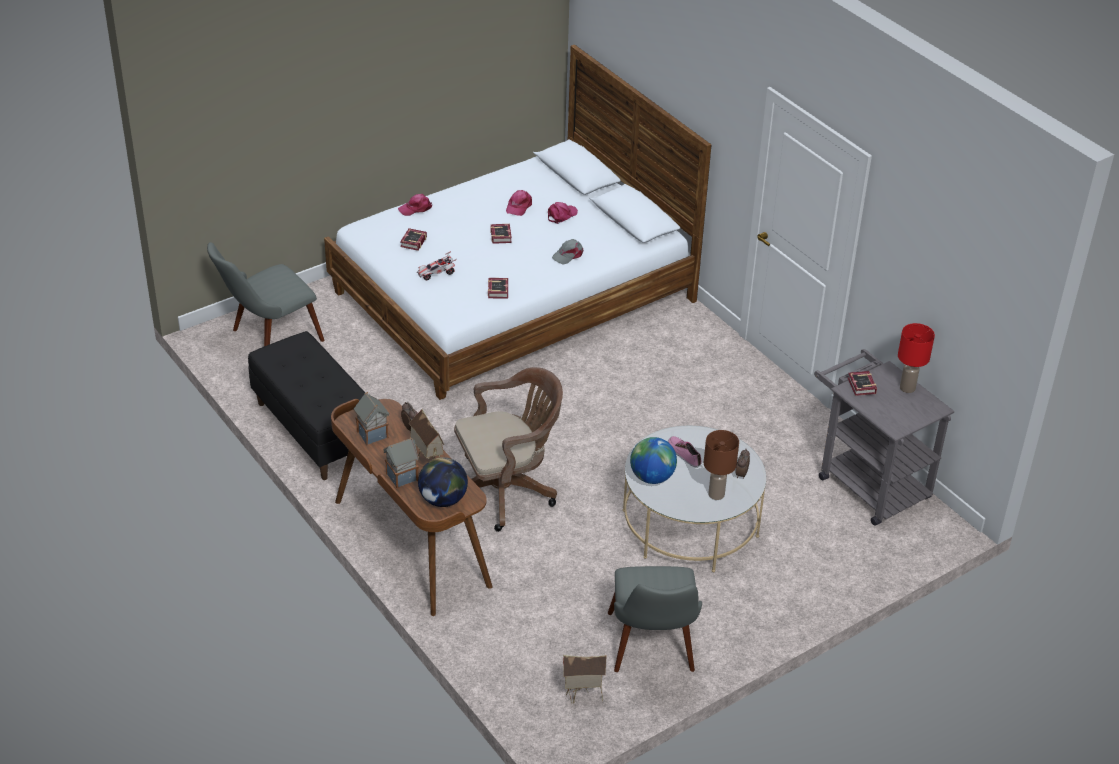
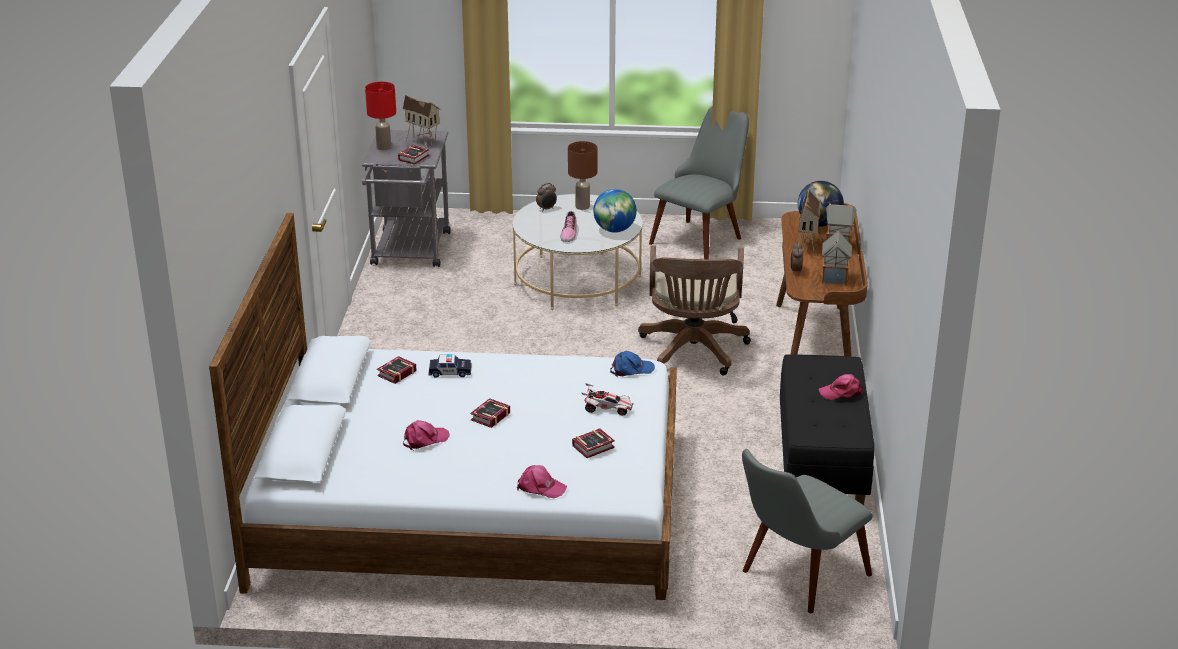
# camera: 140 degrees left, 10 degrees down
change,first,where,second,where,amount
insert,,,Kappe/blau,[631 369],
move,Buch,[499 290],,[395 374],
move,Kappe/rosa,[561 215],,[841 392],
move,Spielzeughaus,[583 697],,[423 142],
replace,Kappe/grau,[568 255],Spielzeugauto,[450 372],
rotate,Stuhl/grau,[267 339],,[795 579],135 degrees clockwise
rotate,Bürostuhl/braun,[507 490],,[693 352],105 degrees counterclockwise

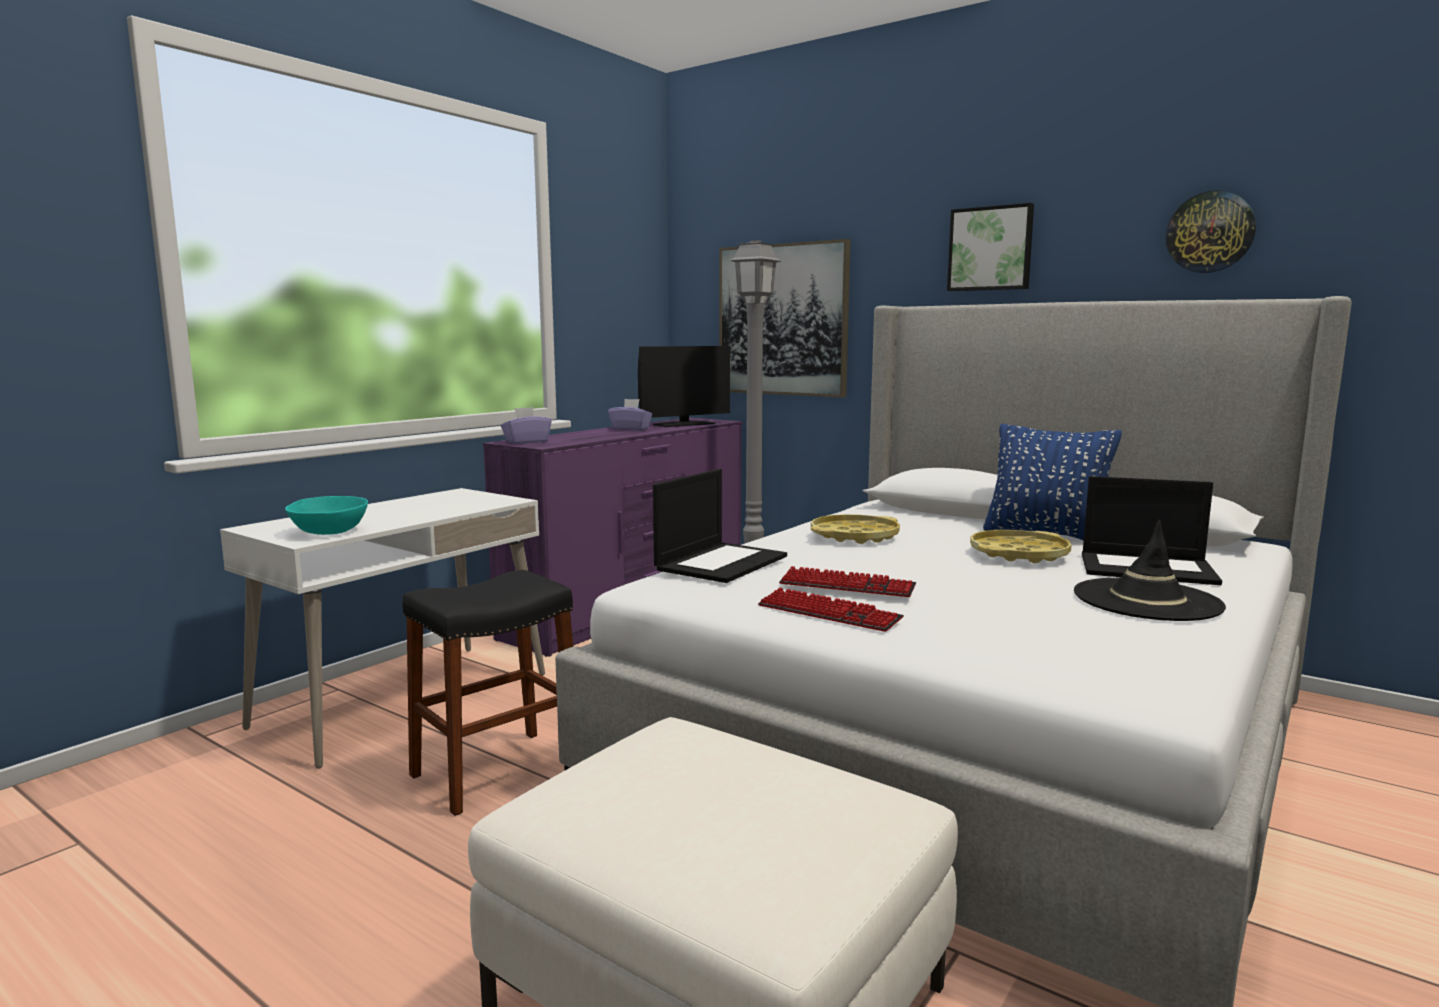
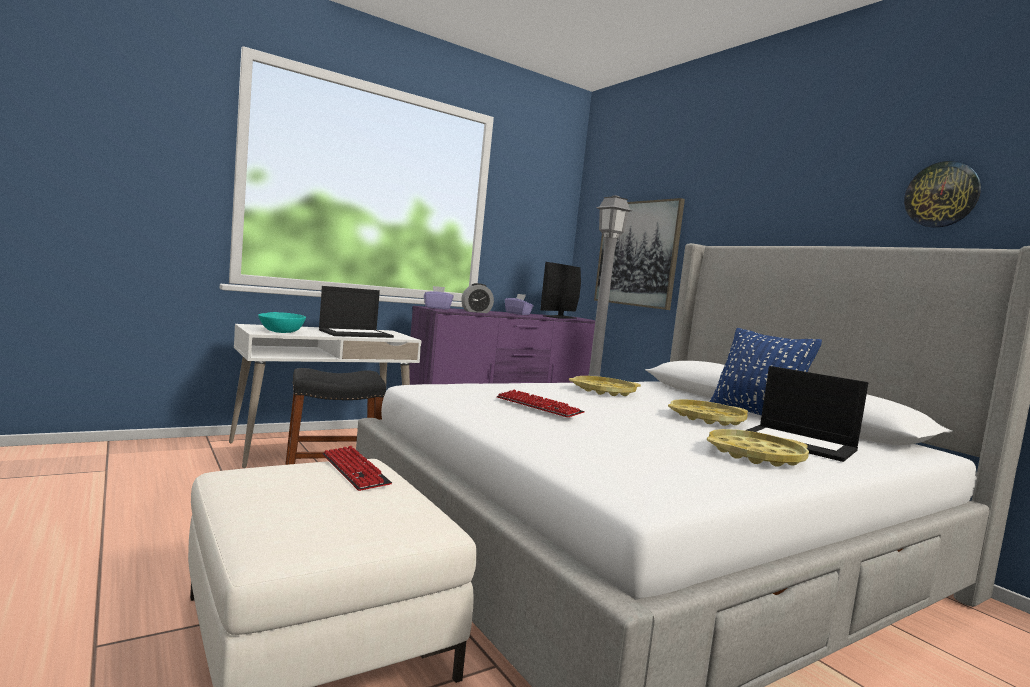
# camera: 20 degrees right, 5 degrees down
change,first,where,second,where,amount
delete,Bild,[990 249],,,
insert,,,Wecker,[476 312],
move,Laptop,[721 562],,[356 333],
move,Tastatur,[828 613],,[354 470],
replace,Hut/schwarz,[1146 600],Tablett/gelb,[755 455],
rotate,Monitor,[684 424],,[560 317],135 degrees clockwise

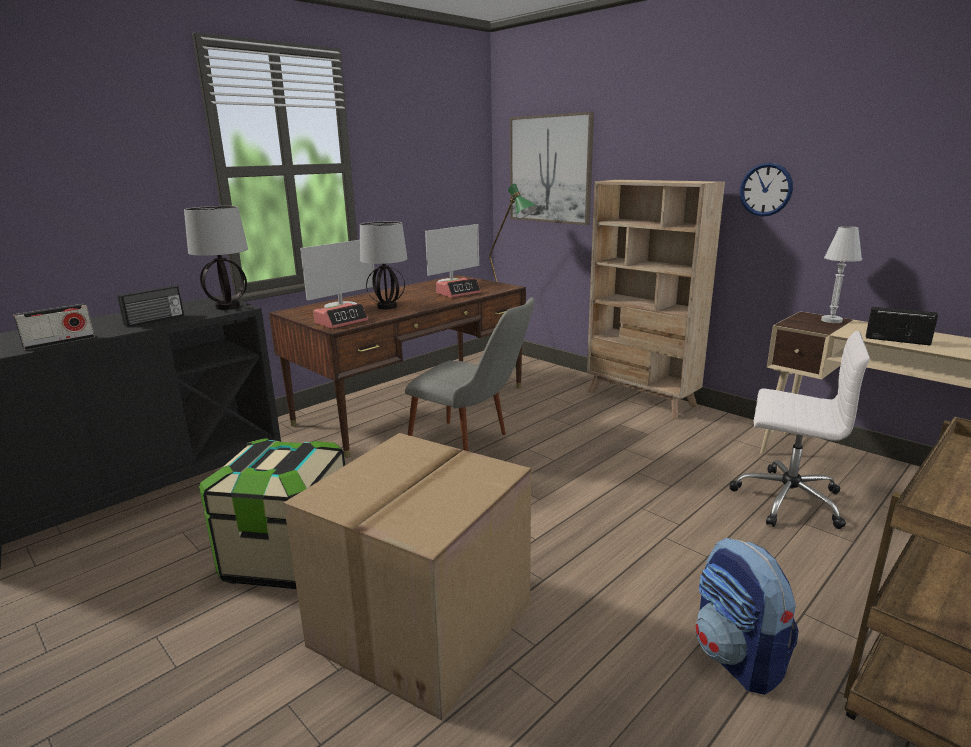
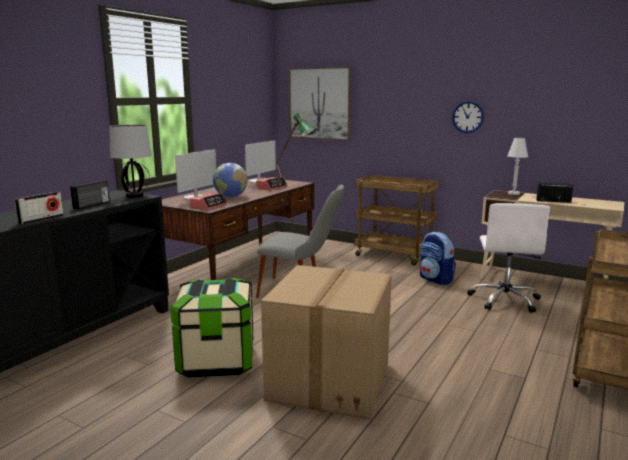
# camera: 15 degrees left, 5 degrees down
change,first,where,second,where,amount
move,Rucksack,[738 658],,[436 279],
replace,Tischlampe,[387 307],Globus,[231 197],
replace,Bücherregal/beige,[641 399],Rollwagen/braun,[394 255],
rotate,Bürostuhl/weiß,[786 499],,[505 300],90 degrees clockwise

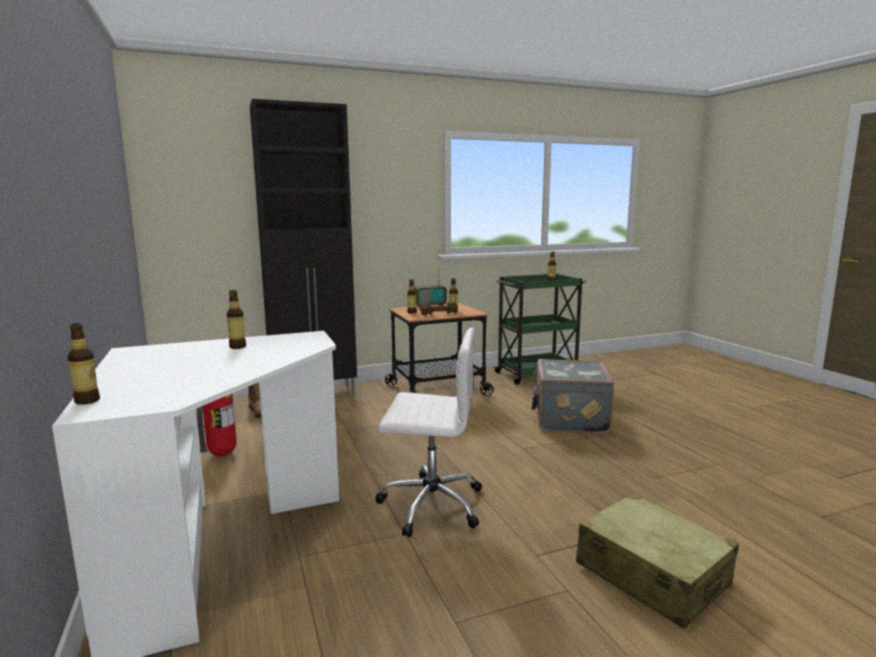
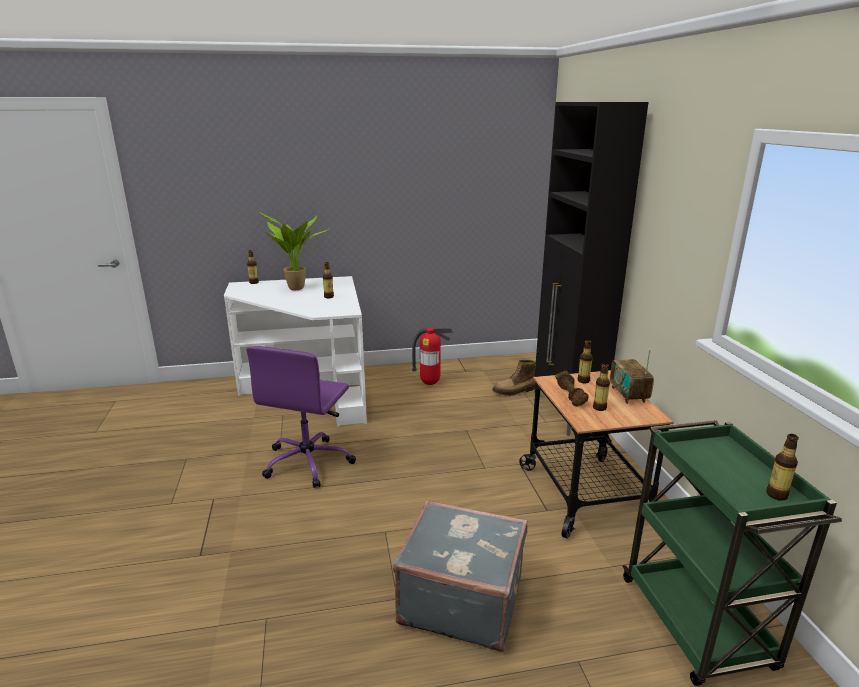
# camera: 100 degrees right, 10 degrees up
change,first,where,second,where,amount
delete,Koffer/beige,[652 575],,,
insert,,,Topfpflanze,[296 289],
recolor,Bürostuhl/weiß,[430 504],Bürostuhl/lila,[309 462],

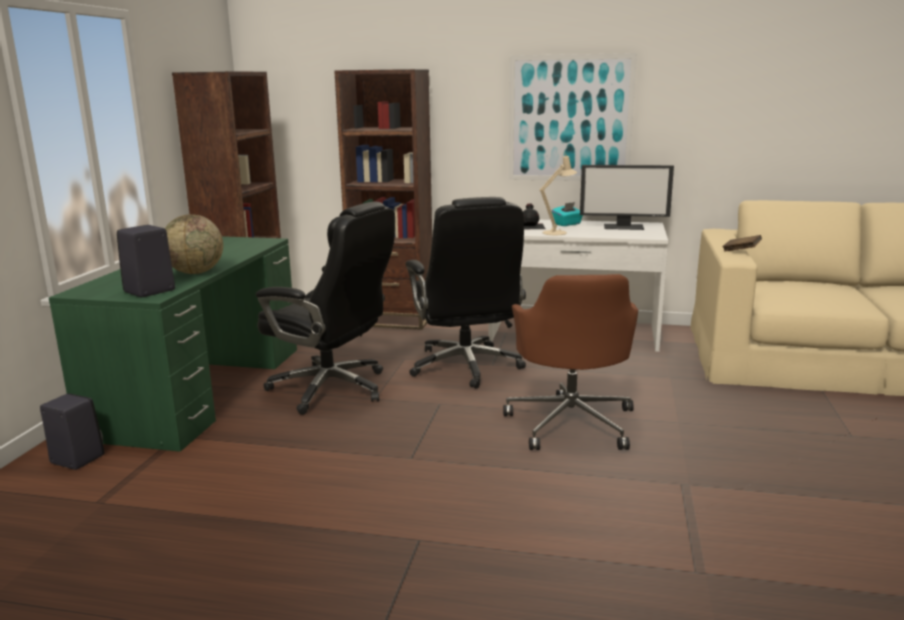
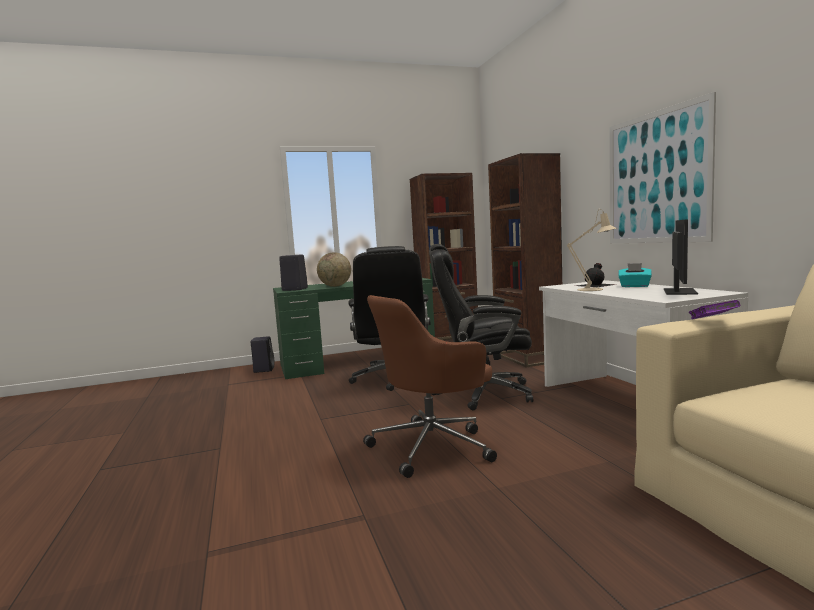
# camera: 60 degrees right, 10 degrees down
change,first,where,second,where,amount
recolor,Buch/braun,[741 251],Buch/lila,[712 322],
rotate,Bürostuhl/schwarz,[466 367],,[483 393],45 degrees clockwise
rotate,Monitor,[624 227],,[678 291],135 degrees counterclockwise

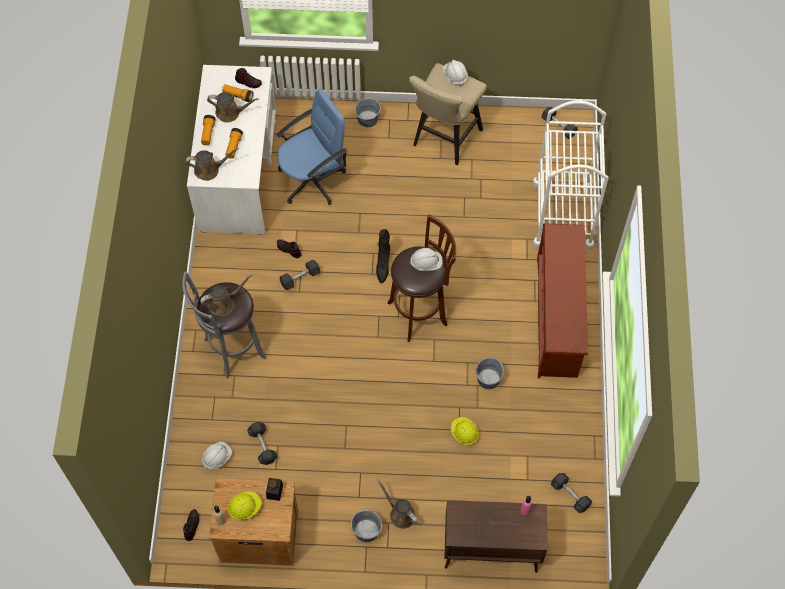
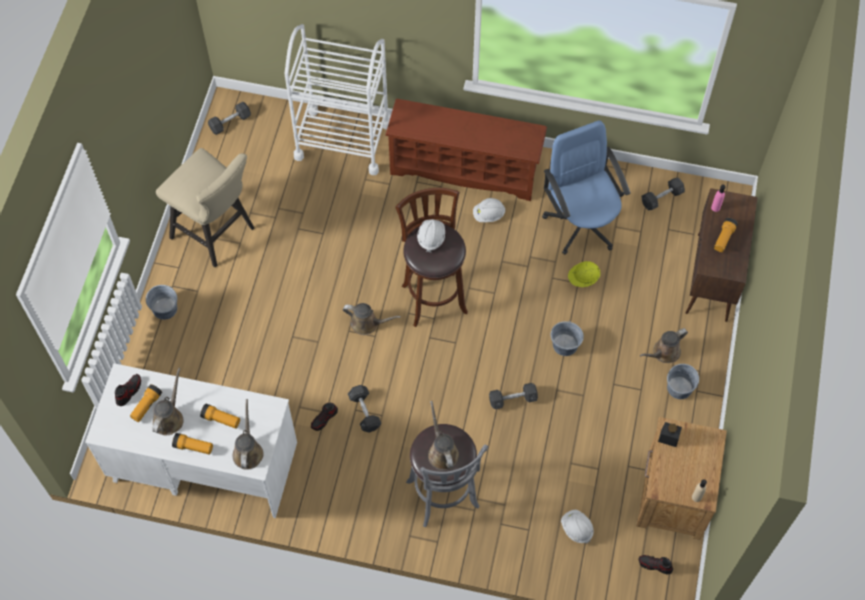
# camera: 80 degrees left, 0 degrees up
change,first,where,second,where,amount
delete,Schutzhelm/gelb,[245 508],,,
insert,,,Taschenlampe,[723 238],
move,Hantel/grau,[262 446],,[513 399],
move,Bürostuhl/blau,[313 179],,[582 222],
move,Schutzhelm/weiß,[455 76],,[488 215],
move,Eimer/grau,[488 379],,[565 345],
replace,Stiefel/schwarz,[383 265],Gießkanne/braun,[367 323],

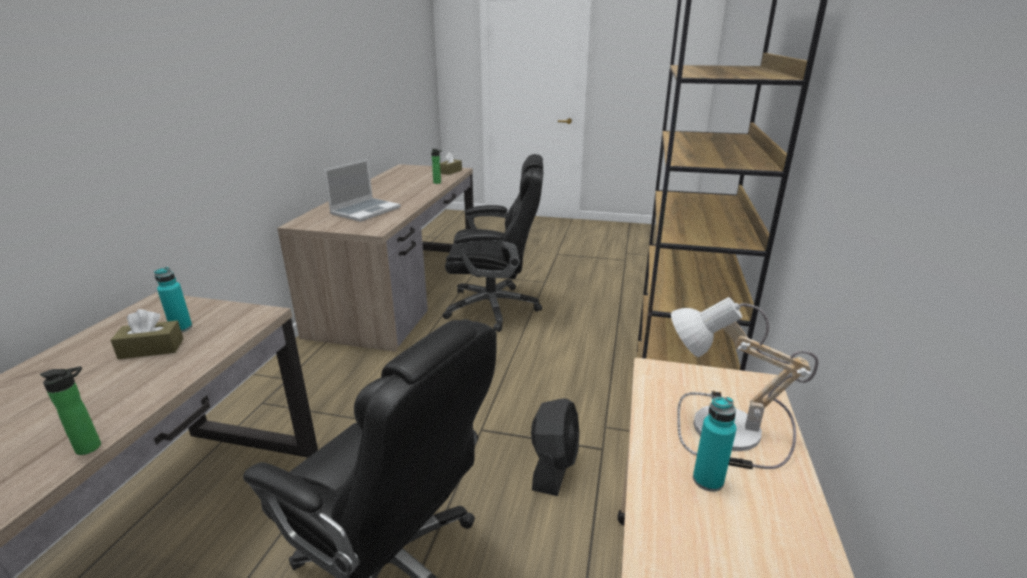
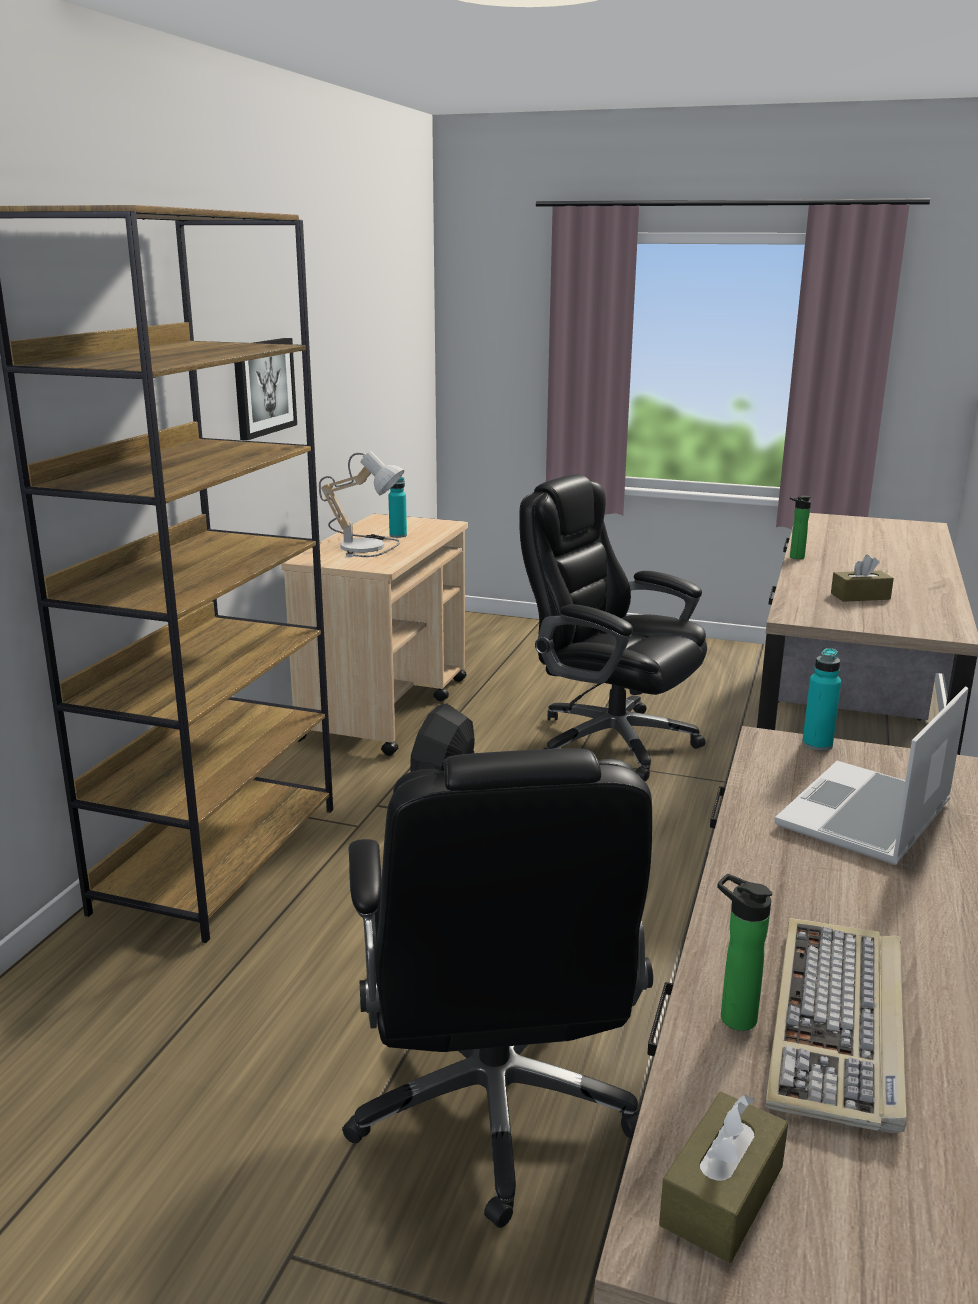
# camera: 175 degrees left, 5 degrees down
change,first,where,second,where,amount
insert,,,Bild,[263 387],
insert,,,Tastatur,[839 1026],
move,Flasche/türkis,[181 328],,[817 744],
rotate,Bürostuhl/schwarz,[494 307],,[494 1109],105 degrees counterclockwise

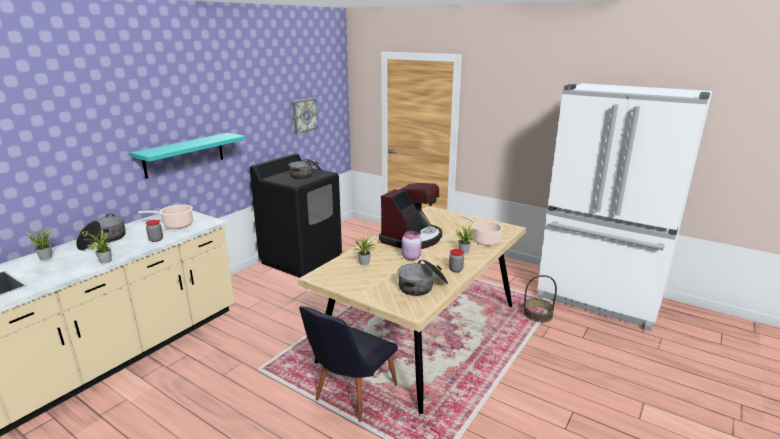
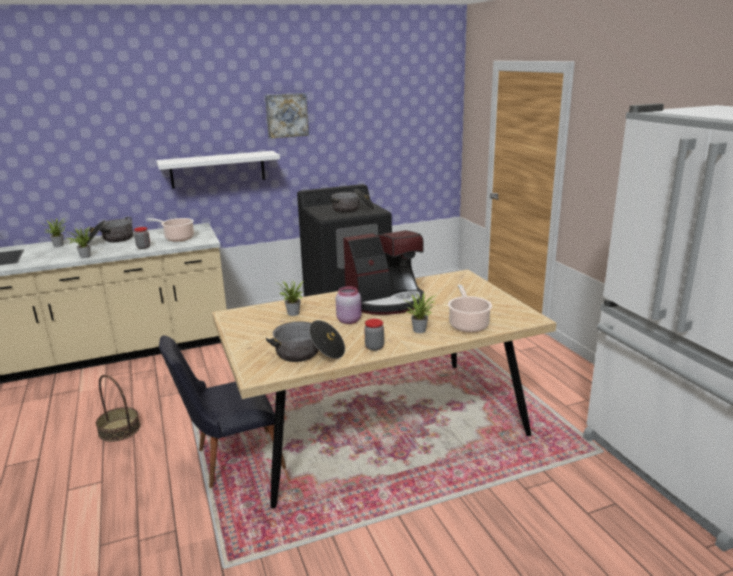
# camera: 35 degrees right, 0 degrees up
change,first,where,second,where,amount
move,Bild,[303 115],,[286 115],
move,Korb,[537 314],,[119 429],
recolor,Wandregal/türkis,[184 155],Wandregal/weiß,[218 169],

